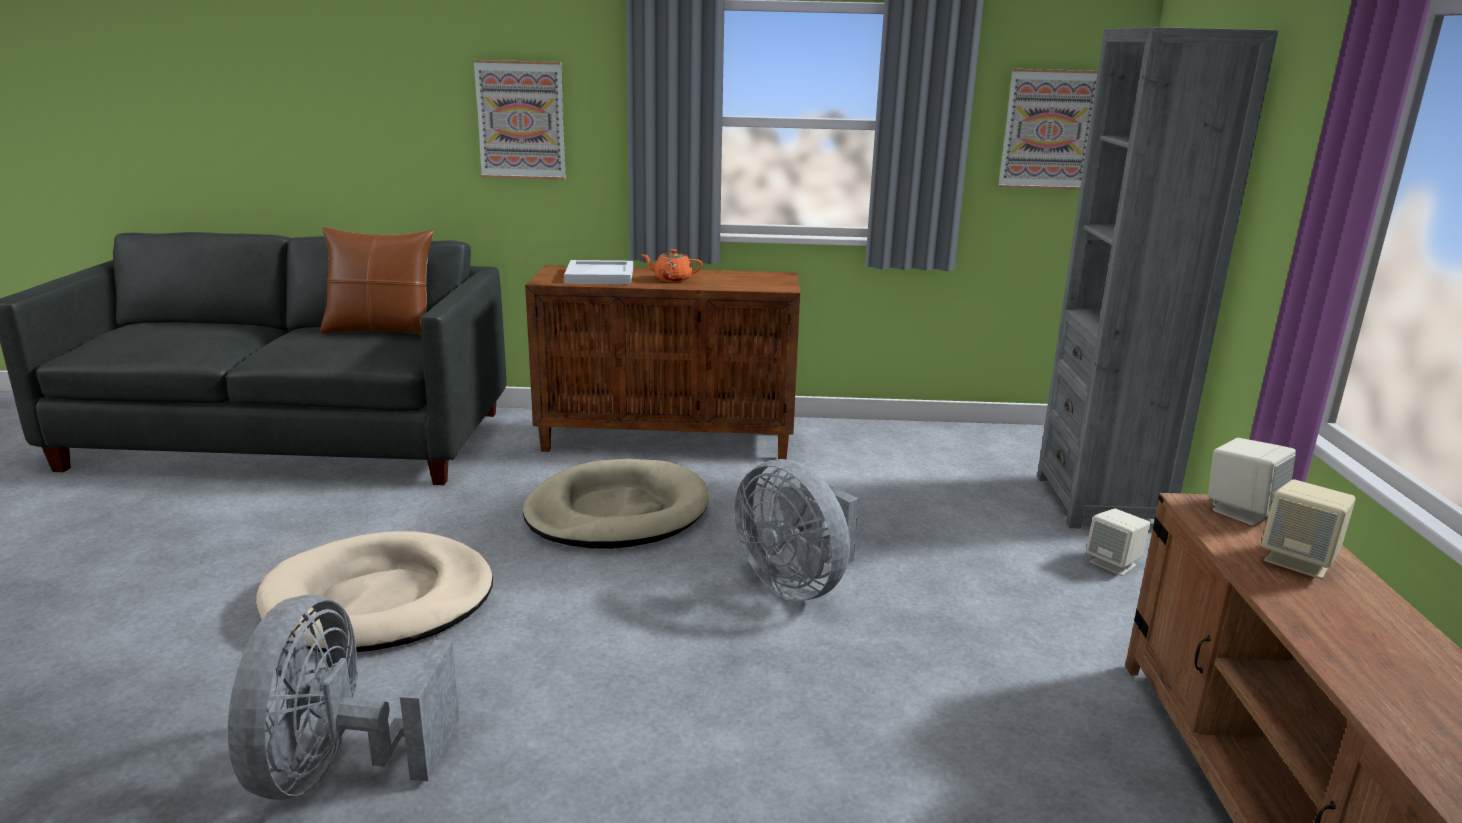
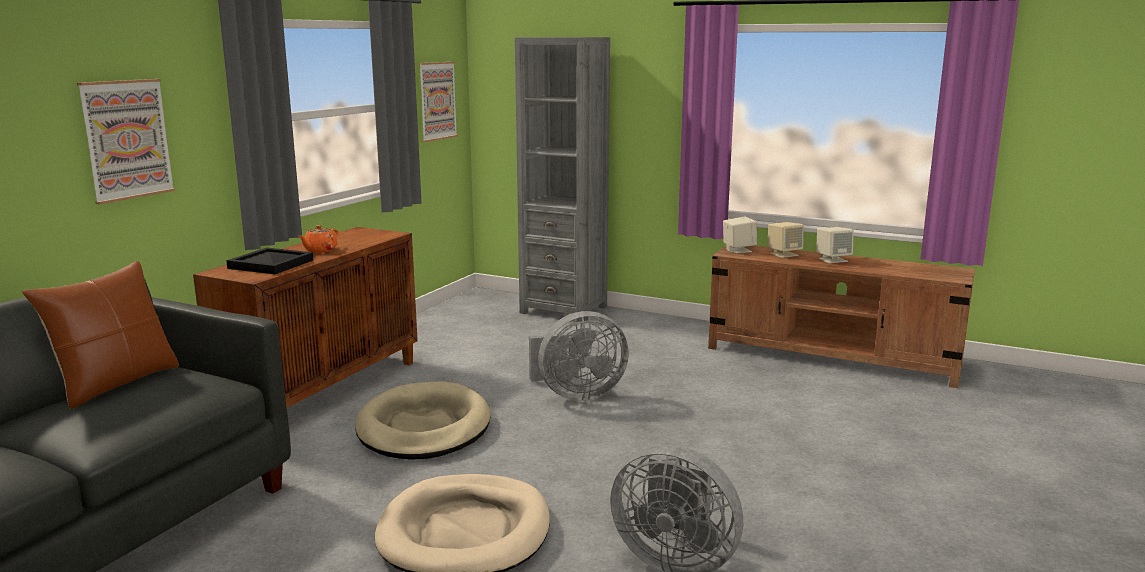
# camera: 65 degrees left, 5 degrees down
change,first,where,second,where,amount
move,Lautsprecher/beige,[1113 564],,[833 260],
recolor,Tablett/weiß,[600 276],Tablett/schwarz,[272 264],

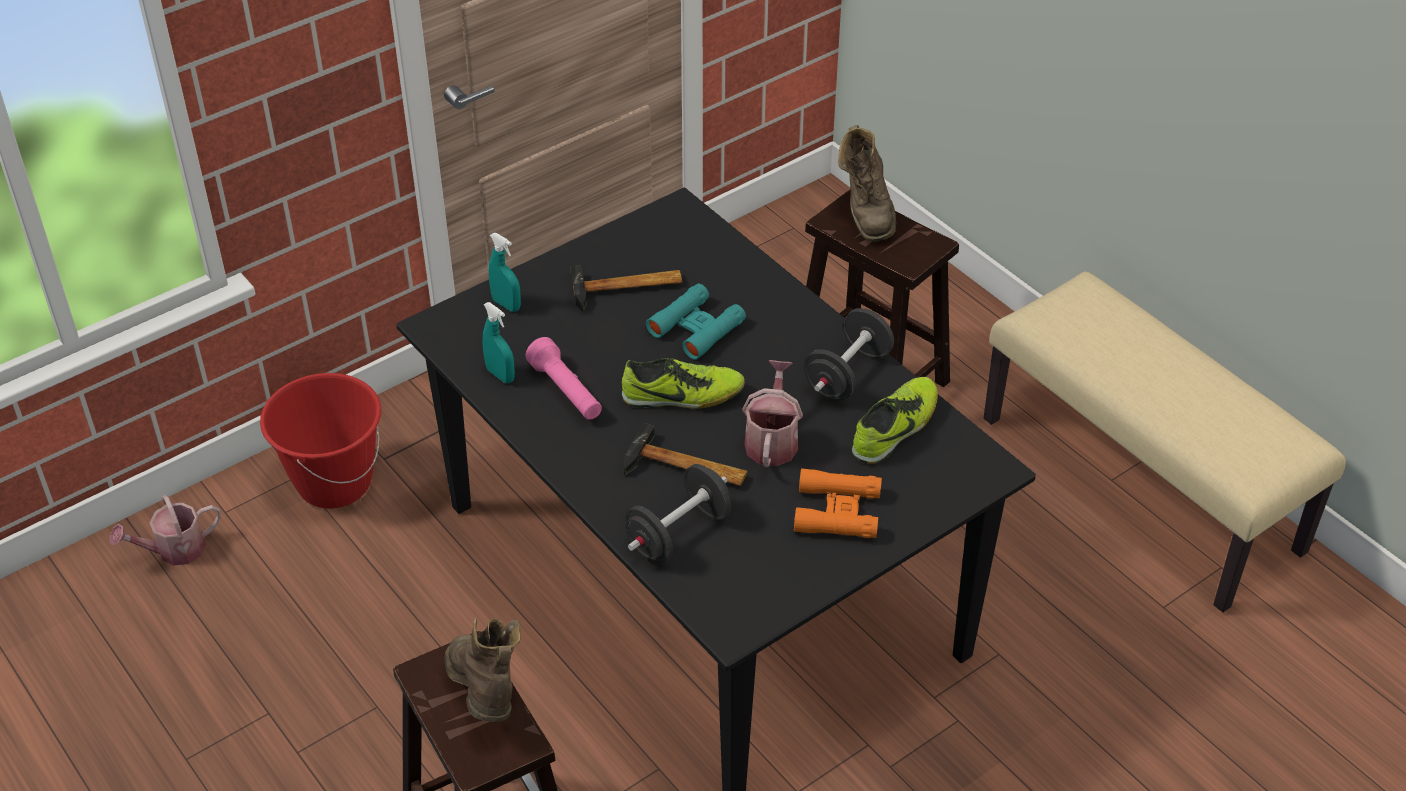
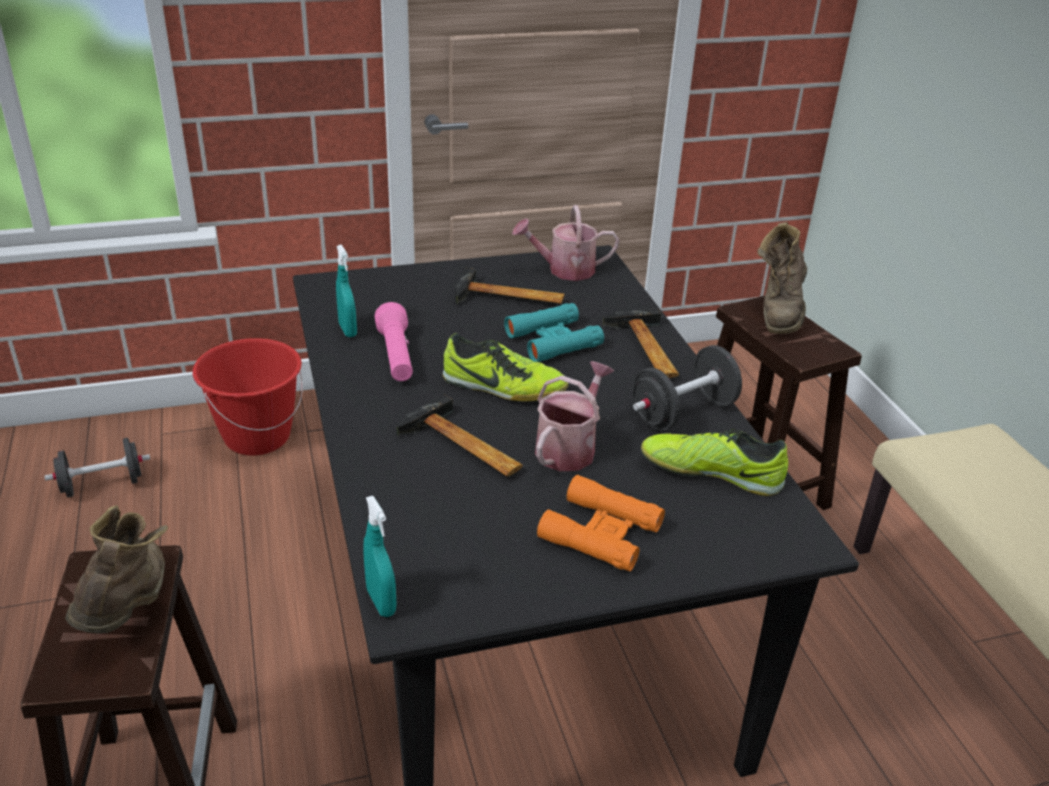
# camera: 20 degrees right, 10 degrees down
change,first,where,second,where,amount
insert,,,Hammer,[646 351],
move,Gießkanne,[174 550],,[564 270],
move,Sprühflasche/türkis,[506 304],,[381 602],
move,Hantel/schwarz,[678 533],,[103 485],
rotate,Schuh,[896 428],,[711 472],135 degrees counterclockwise

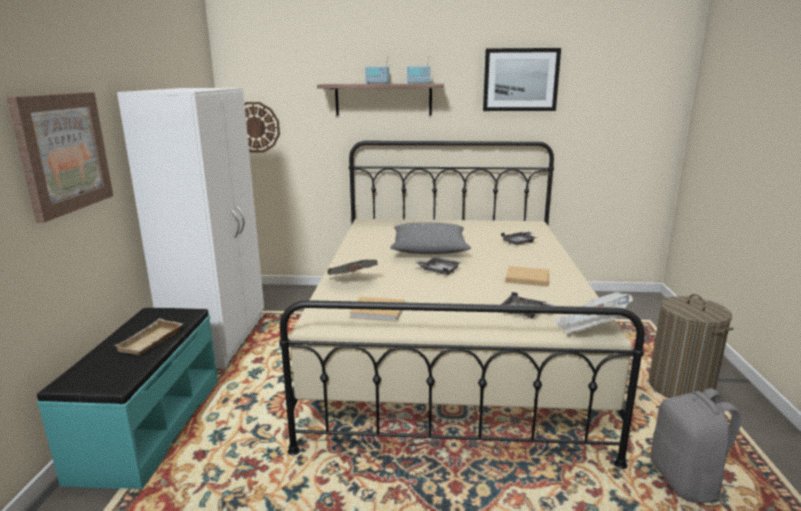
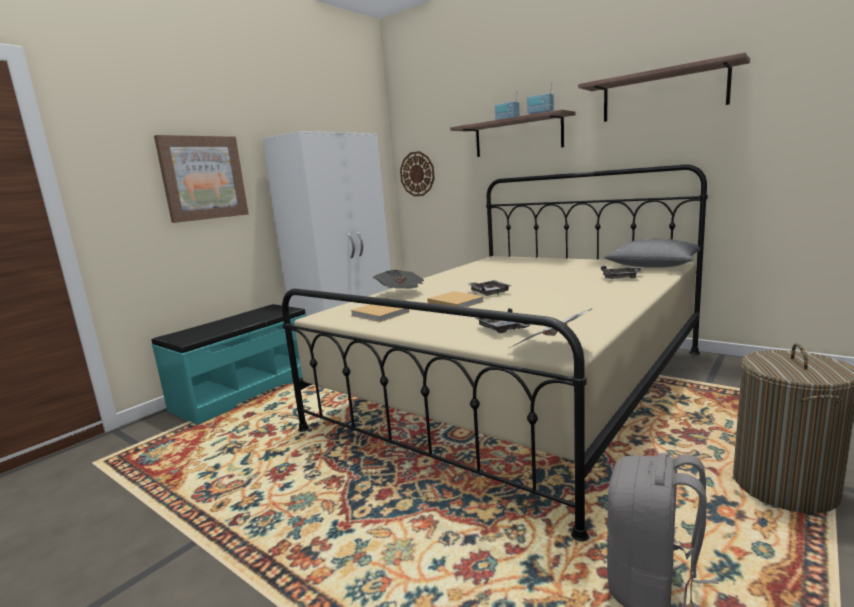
# camera: 35 degrees right, 5 degrees down
change,first,where,second,where,amount
delete,Tablett/beige,[151 342],,,
move,Kissen/grau,[429 249],,[654 265],
move,Buch/beige,[526 278],,[454 302],
replace,Bild,[520 80],Wandregal,[663 94],

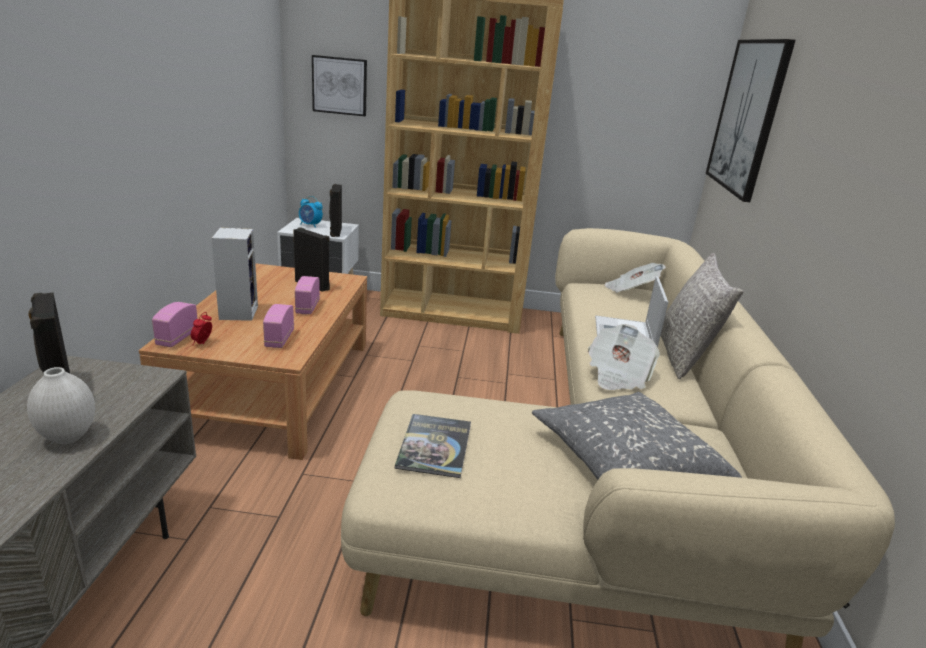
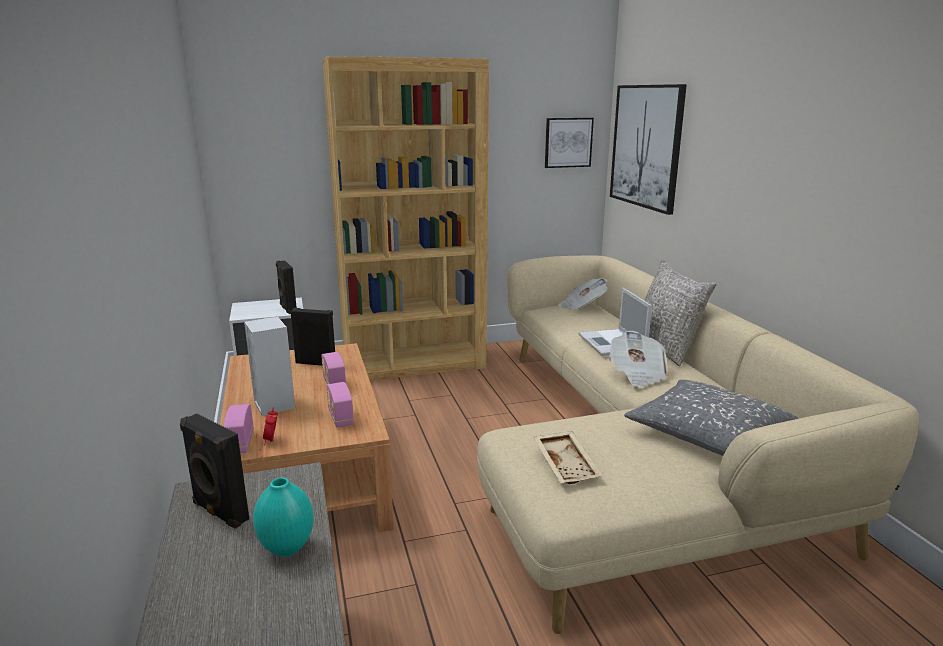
# camera: 20 degrees left, 5 degrees down
change,first,where,second,where,amount
delete,Wecker,[310 225],,,
move,Bild,[340 85],,[568 142],
replace,Buch,[434 446],Tablett/beige,[567 465],
recolor,Vase/weiß,[69 436],Vase/türkis,[287 548],

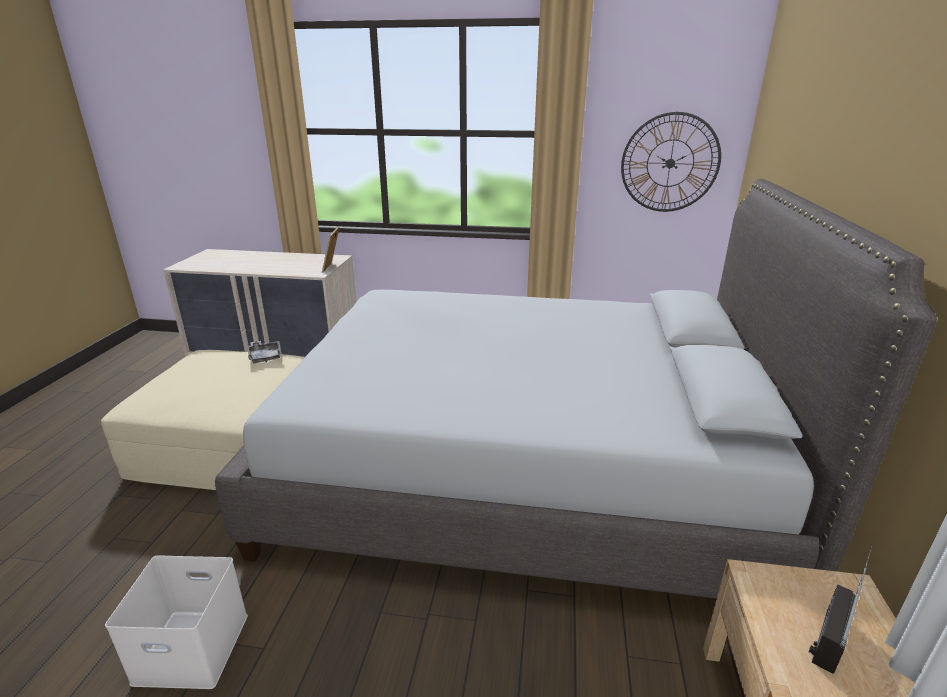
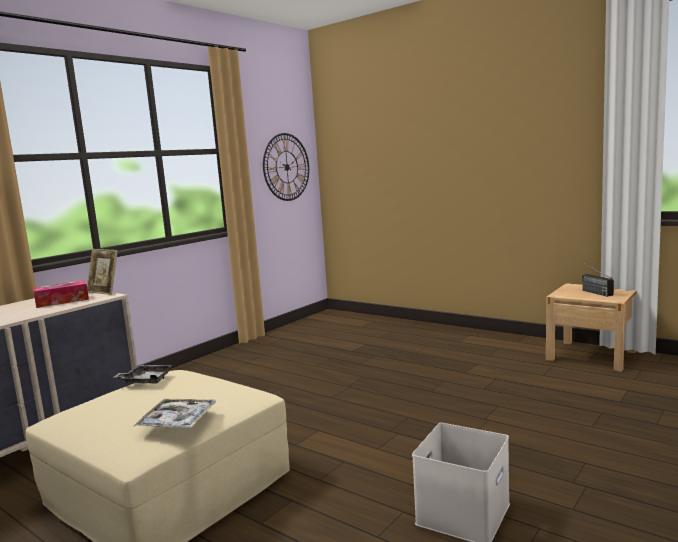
# camera: 60 degrees left, 15 degrees down
change,first,where,second,where,amount
delete,Bett/grau,[521 470],,,
insert,,,Taschentuchbox,[62 301],
insert,,,Tablett,[177 421],

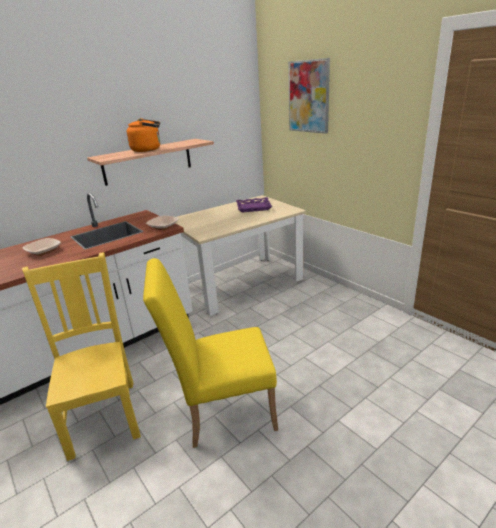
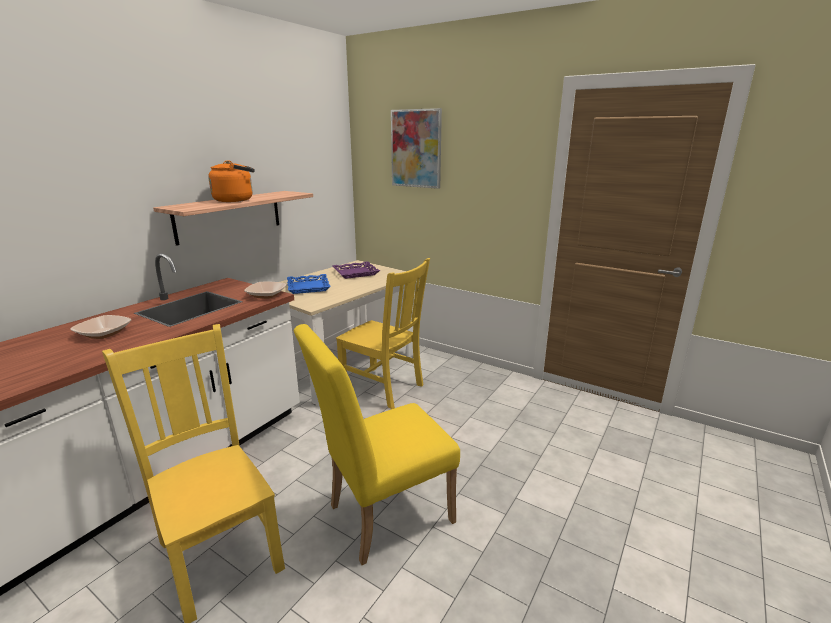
# camera: 20 degrees left, 5 degrees down
change,first,where,second,where,amount
insert,,,Tablett/blau,[309 287],
insert,,,Stuhl/gelb,[384 388],

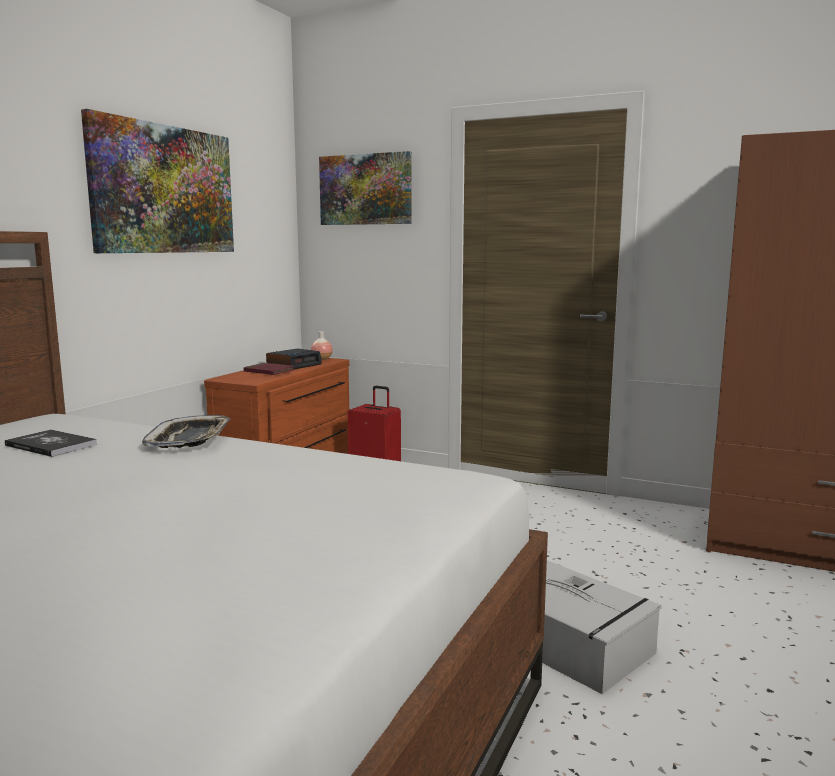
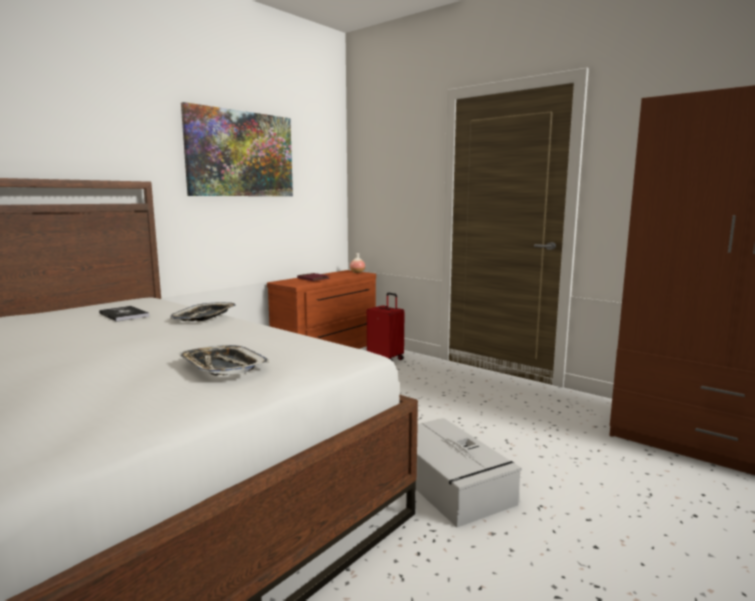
# camera: 15 degrees right, 0 degrees up
change,first,where,second,where,amount
delete,Wecker,[294 365],,,
delete,Bild,[366 189],,,
insert,,,Tablett,[222 367],

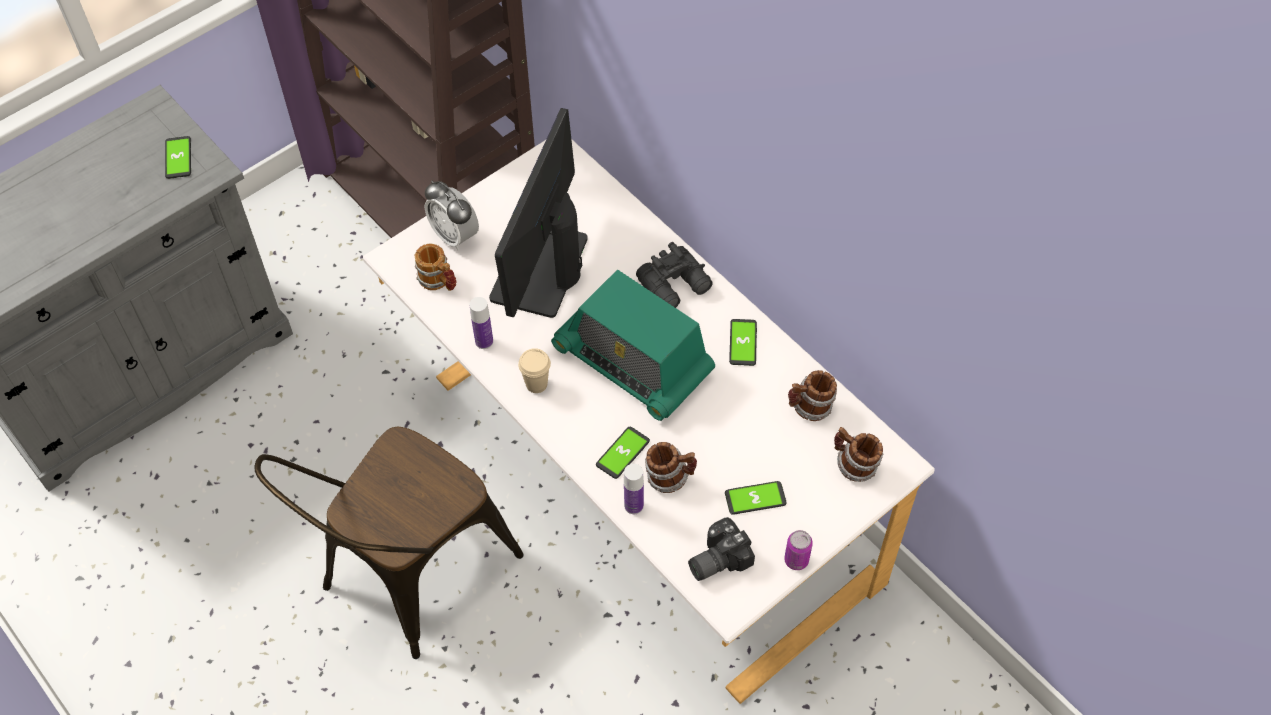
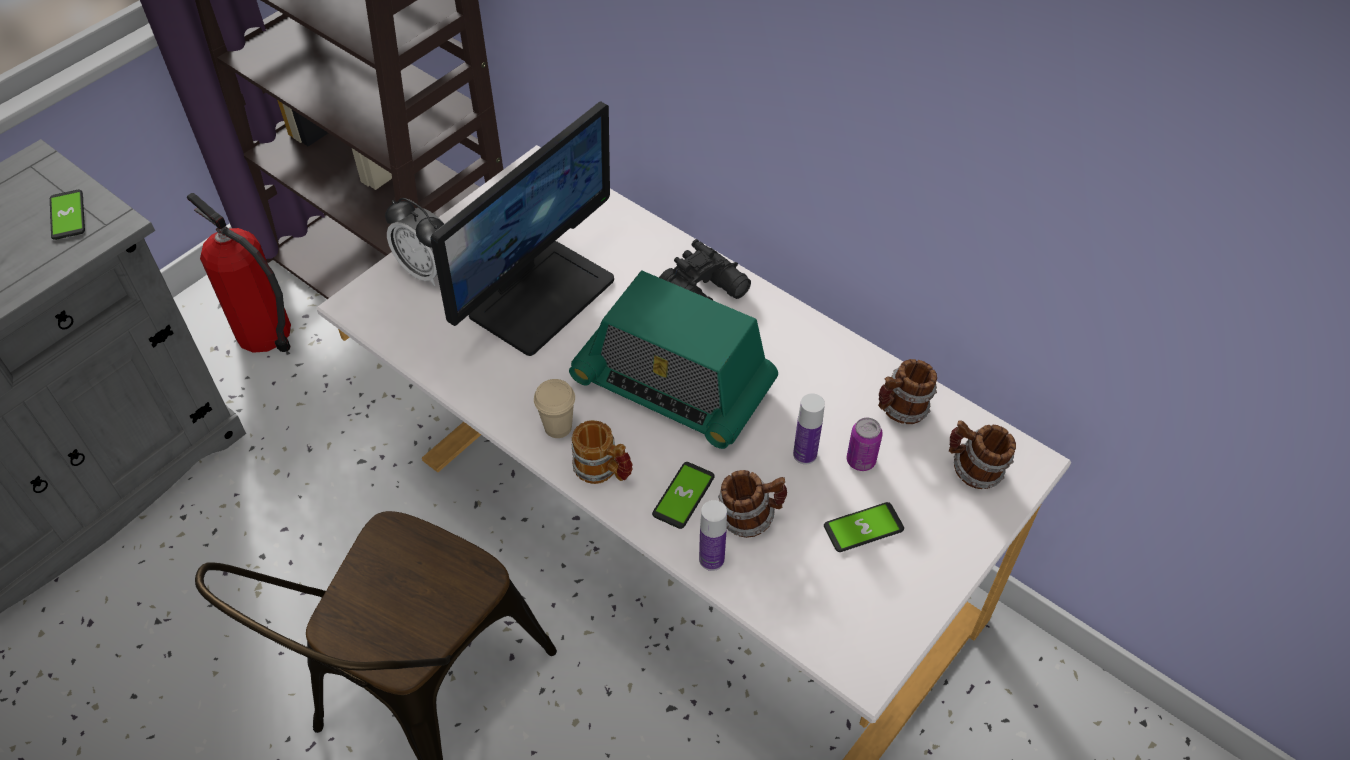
# camera: 10 degrees left, 5 degrees down
change,first,where,second,where,amount
delete,Kamera,[716 558],,,
delete,Handy,[743 343],,,
insert,,,Feuerlöscher,[268 334],
move,Henkelbecher,[439 282],,[603 470],
move,Flasche,[484 341],,[805 454],
move,Dose,[796 560],,[861 460],
rotate,Monitor,[541 270],,[540 295],150 degrees counterclockwise

